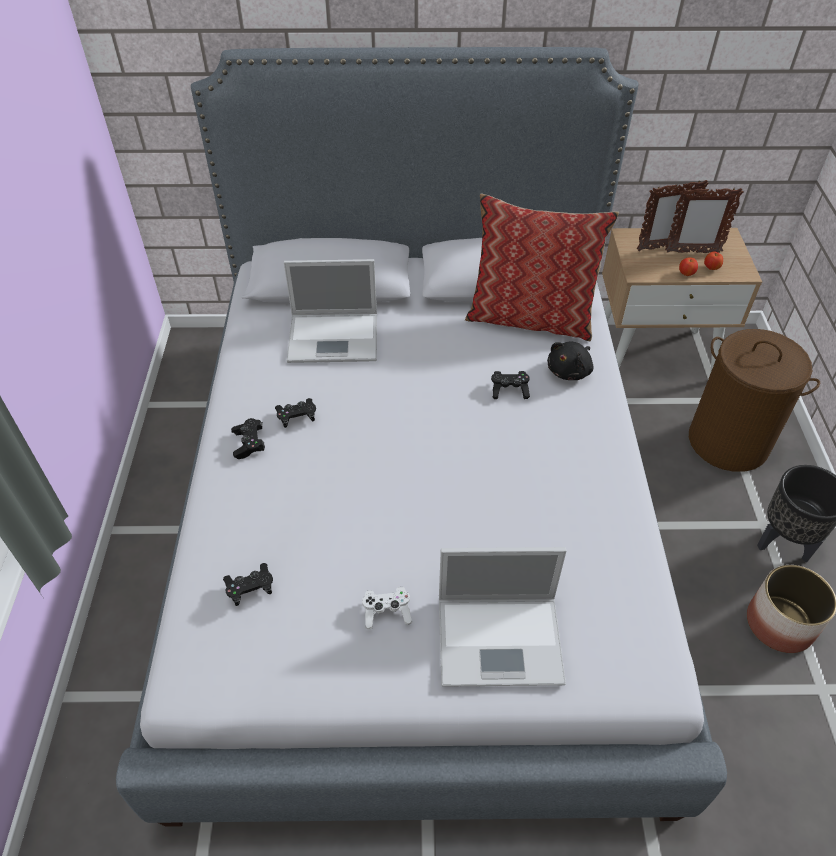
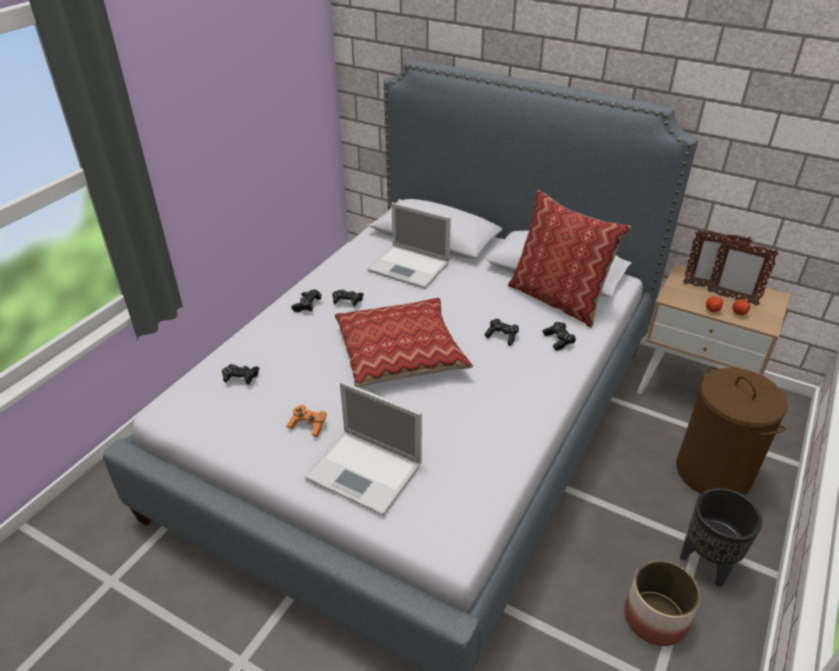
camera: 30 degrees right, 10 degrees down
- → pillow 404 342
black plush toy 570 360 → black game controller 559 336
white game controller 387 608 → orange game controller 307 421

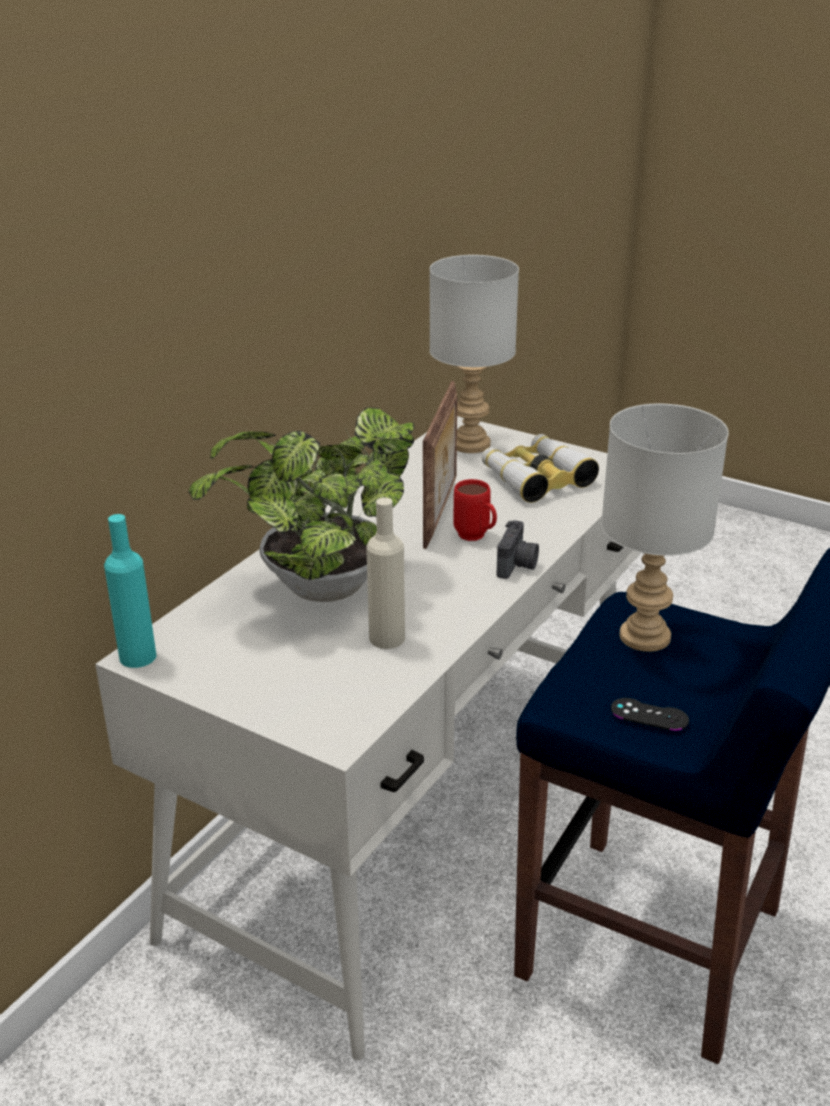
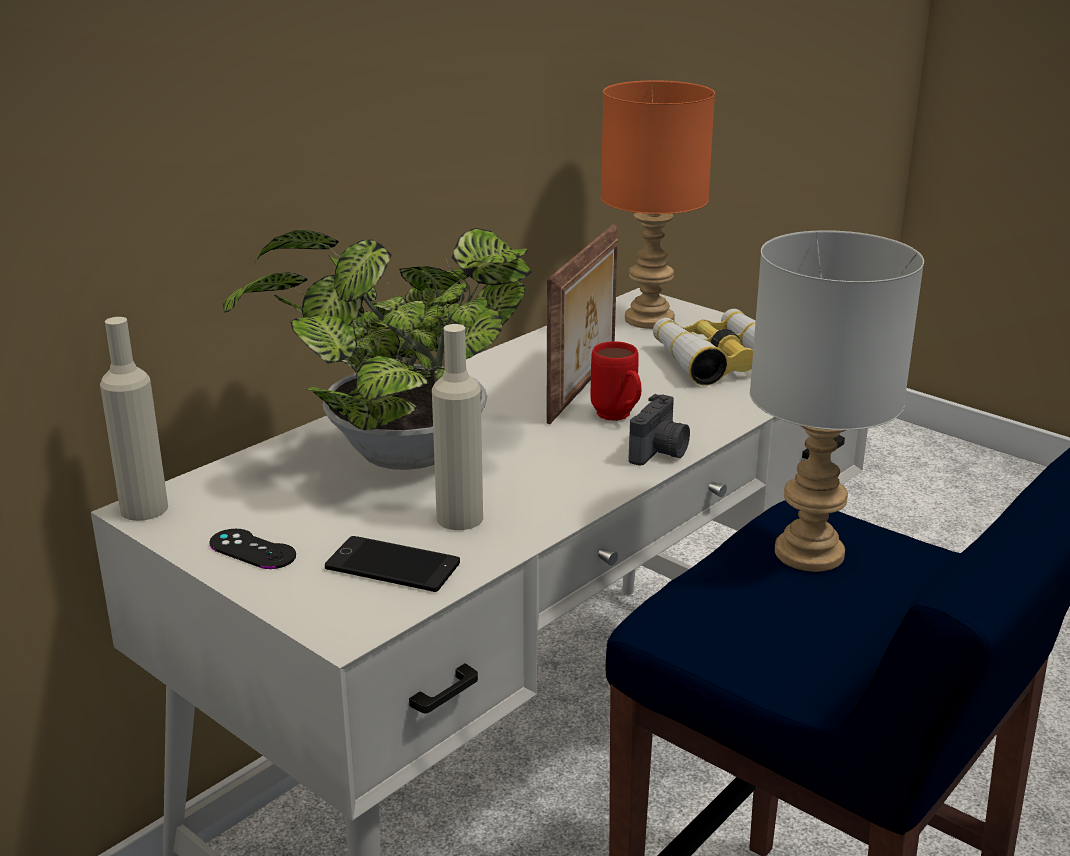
camera: 10 degrees right, 5 degrees down
- → phone 392 564
black game controller 650 714 → black game controller 252 549, shifted
turquoise bottle 130 591 → beige bottle 134 419
grey table lamp 474 354 → orange table lamp 658 204

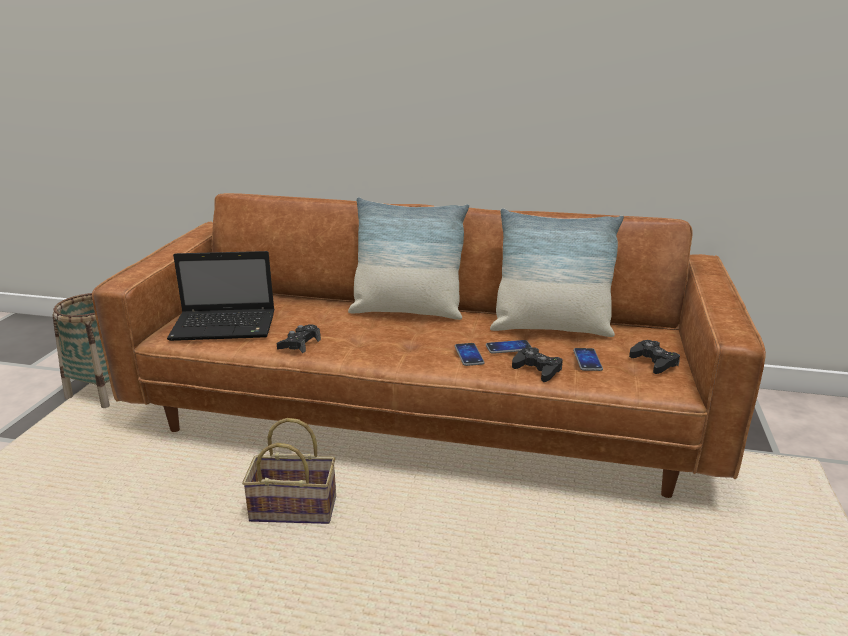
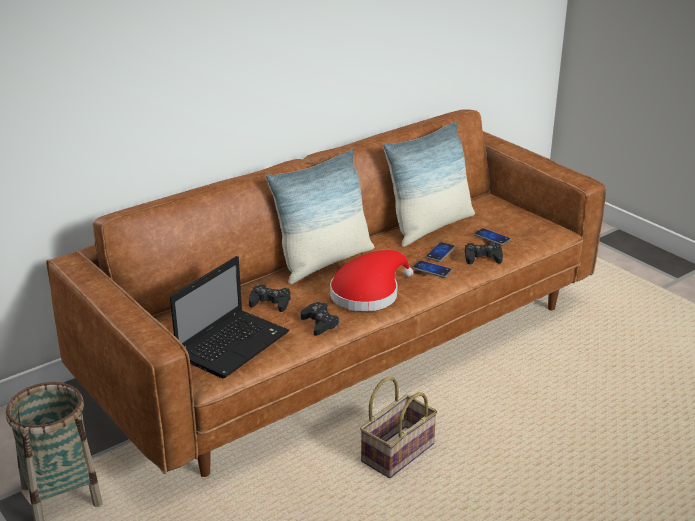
camera: 50 degrees left, 5 degrees up
- → red hat 371 281
black game controller 654 357 → black game controller 270 298, shifted

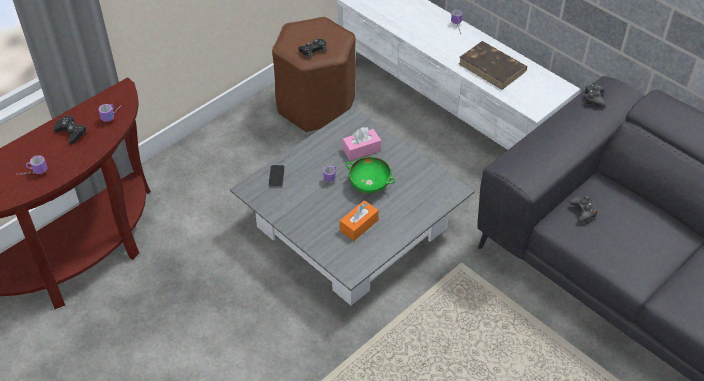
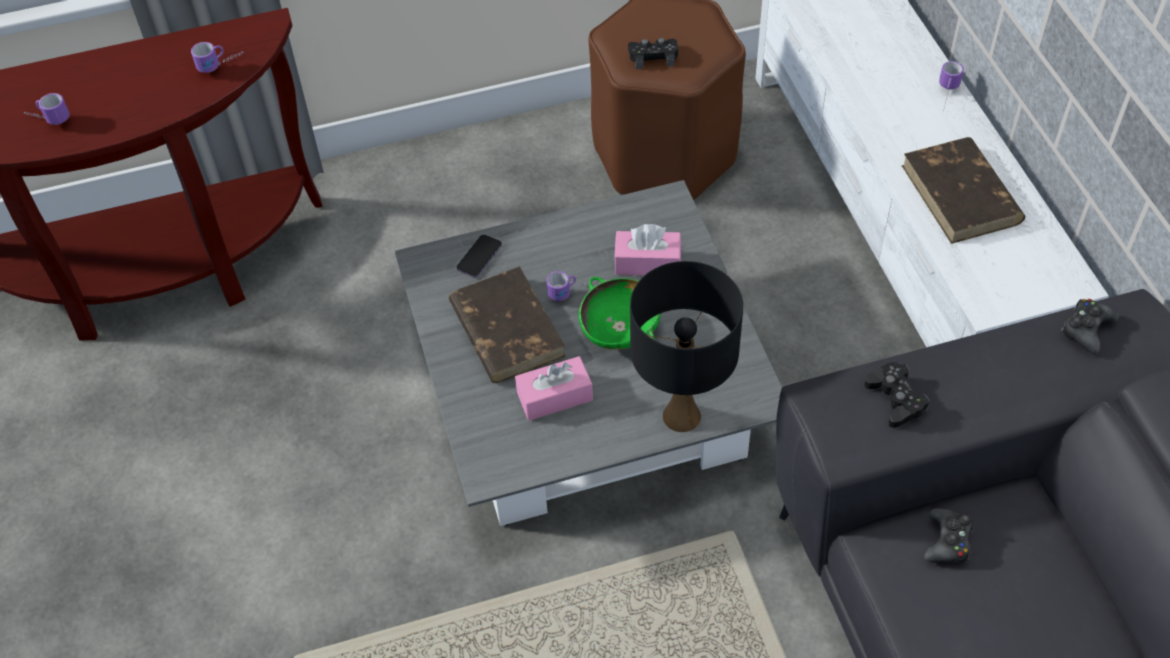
camera: 30 degrees right, 5 degrees up
- → brown book 507 324
- → black table lamp 686 346
black game controller 71 130 → black game controller 897 395, shifted
orange tissue box 359 220 → pink tissue box 554 388

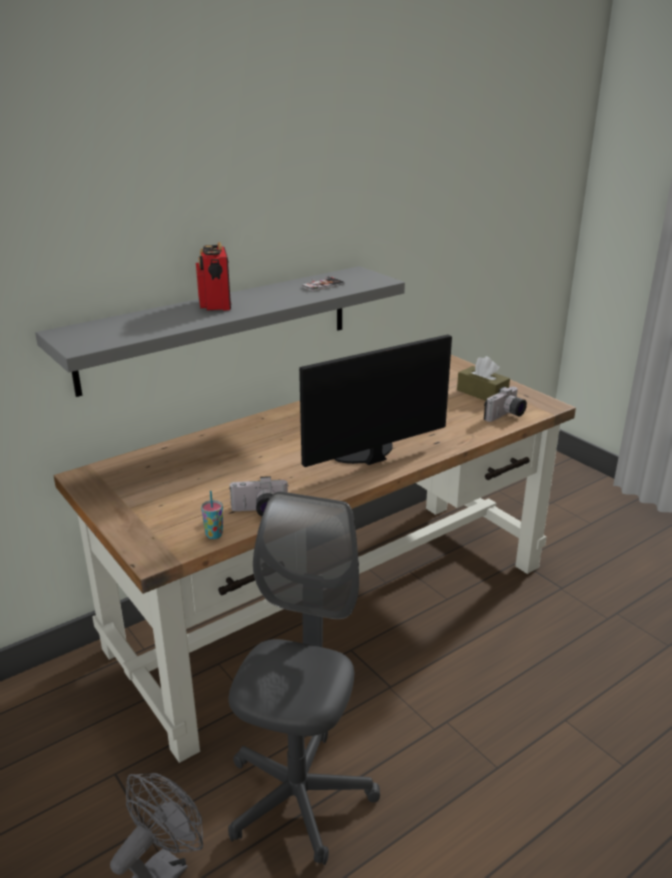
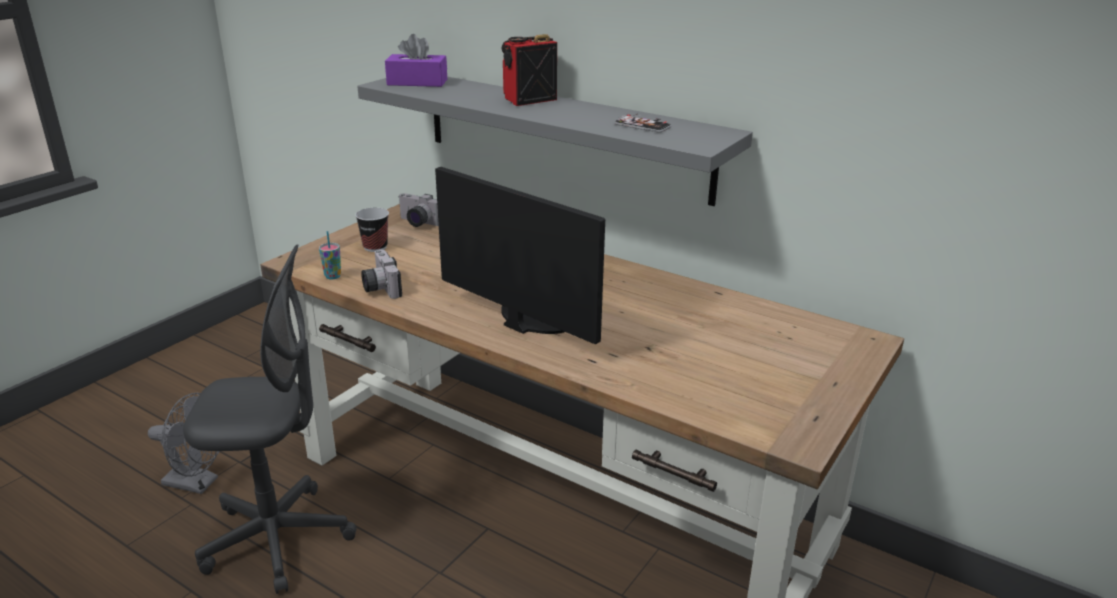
camera: 70 degrees right, 0 degrees up
brown tissue box 483 378 → -
- → cup 372 229
- → purple tissue box 416 60
photo camera 505 404 → photo camera 418 210, shifted

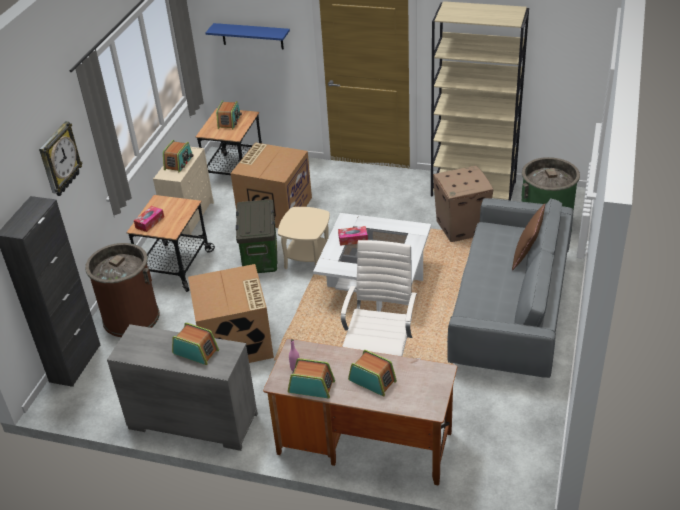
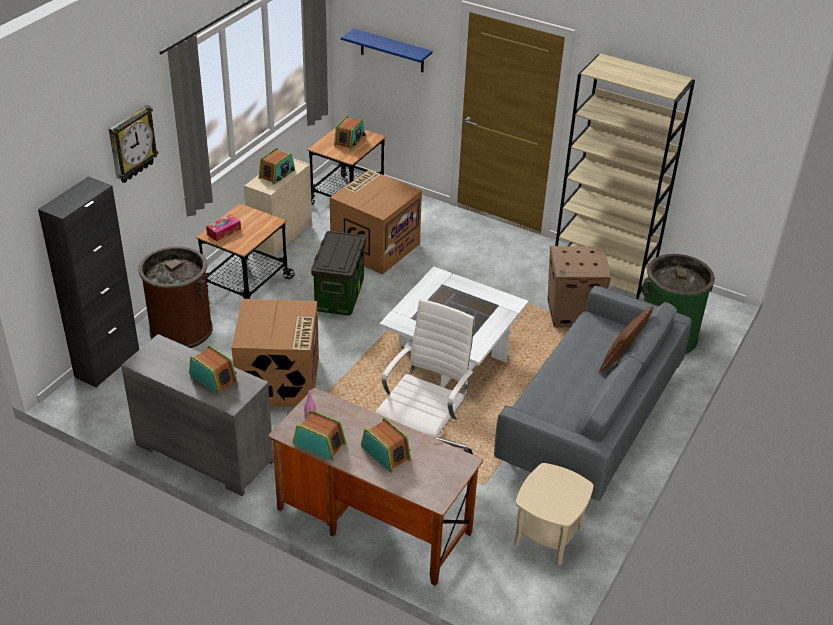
camera: 10 degrees right, 0 degrees up
tissue box 353 236 → -
beige side table 304 238 → beige side table 554 514, shifted

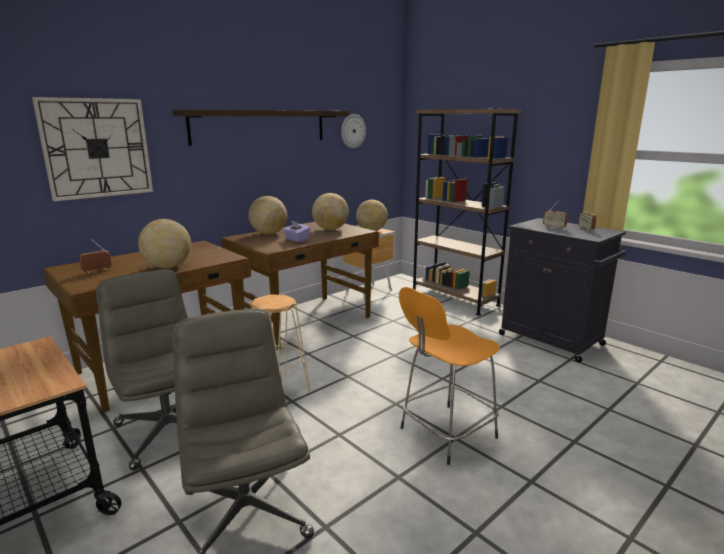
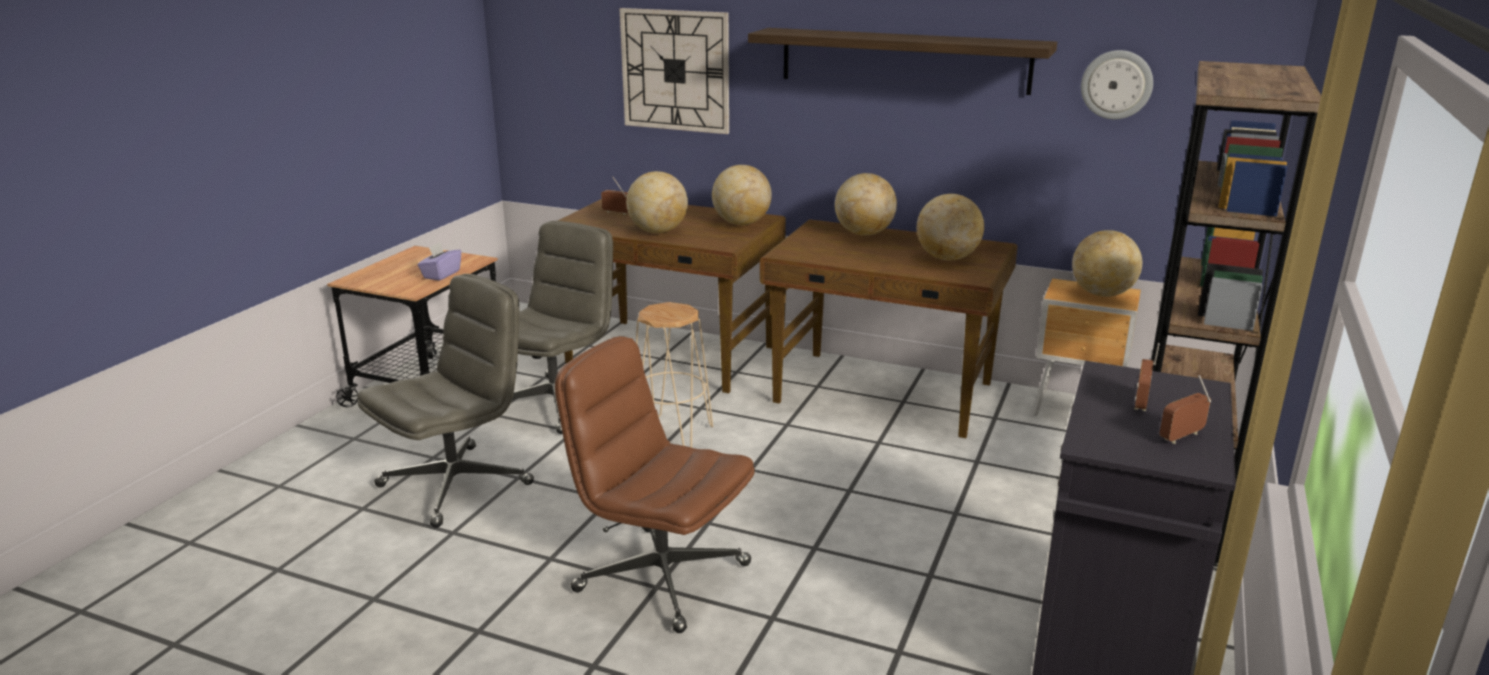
camera: 65 degrees right, 5 degrees up
- → globe 742 195
purple tissue box 296 231 → purple tissue box 439 261, shifted
orange stool 449 376 → brown office chair 655 484

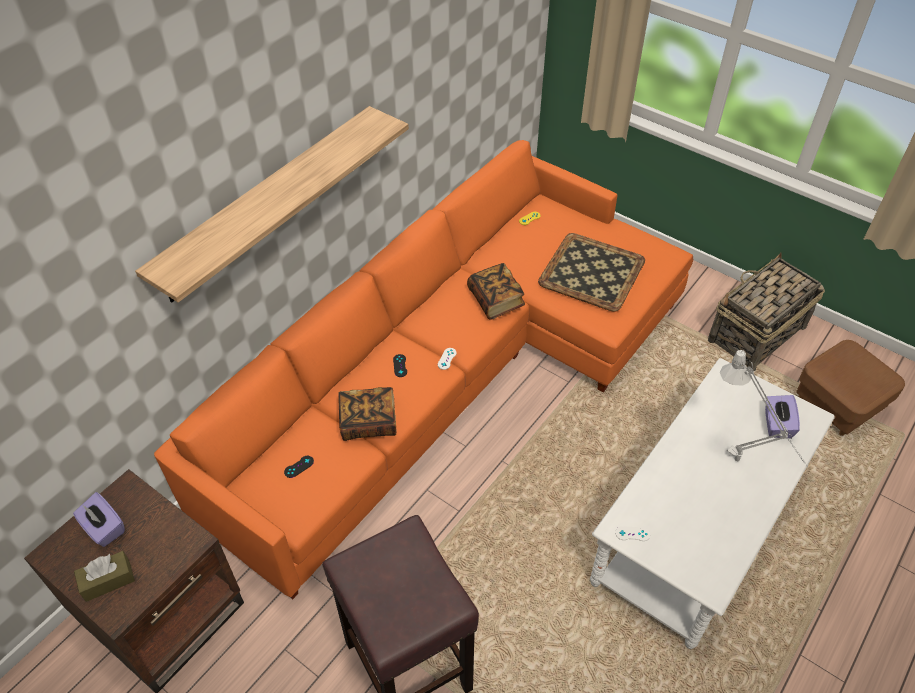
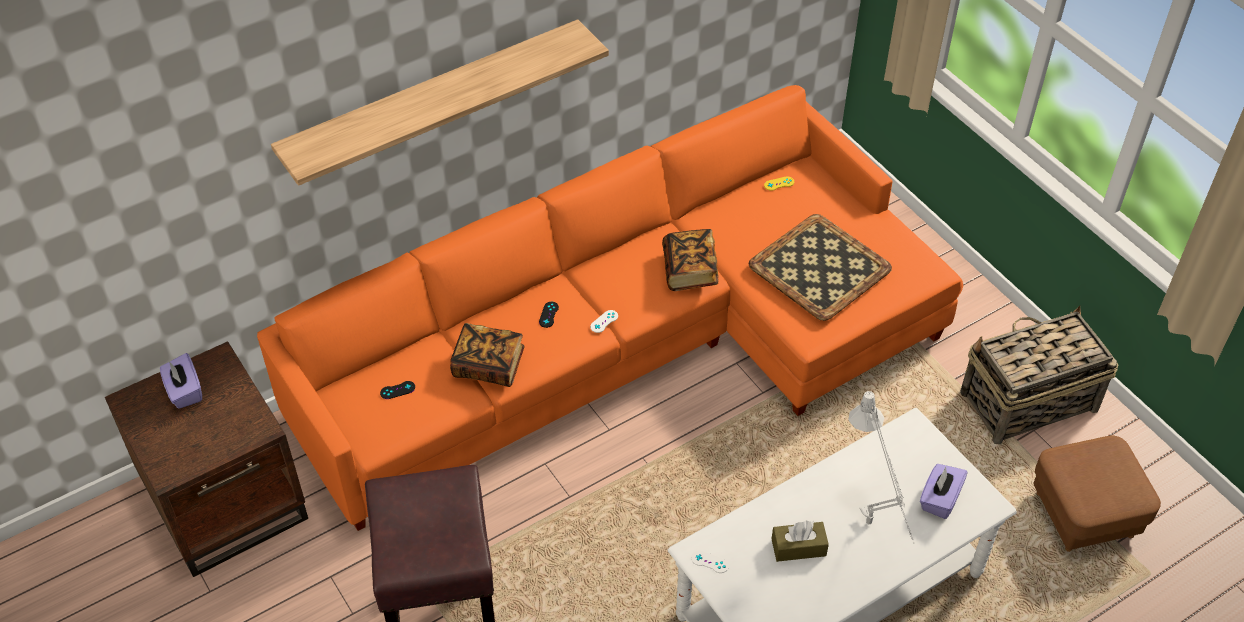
camera: 20 degrees right, 0 degrees up
brown tissue box 104 576 → brown tissue box 800 541, shifted

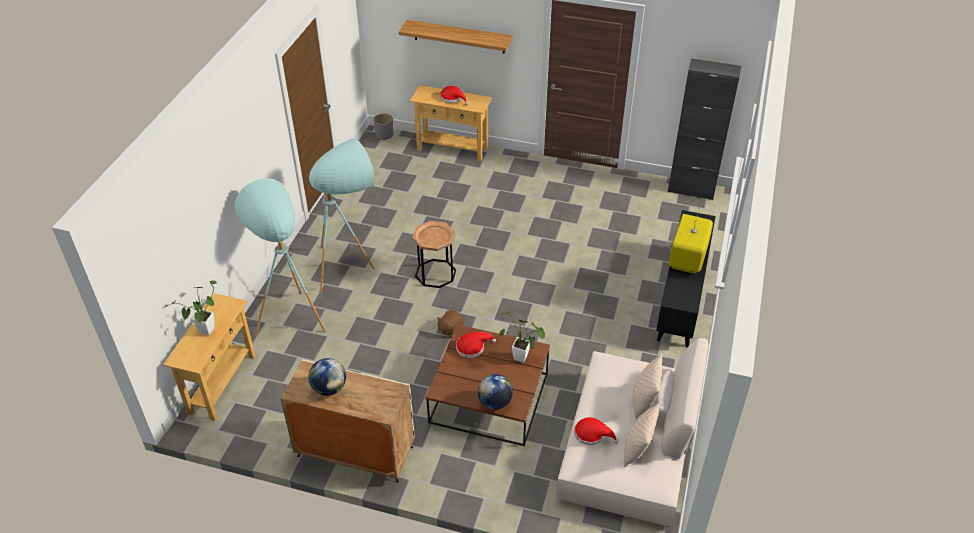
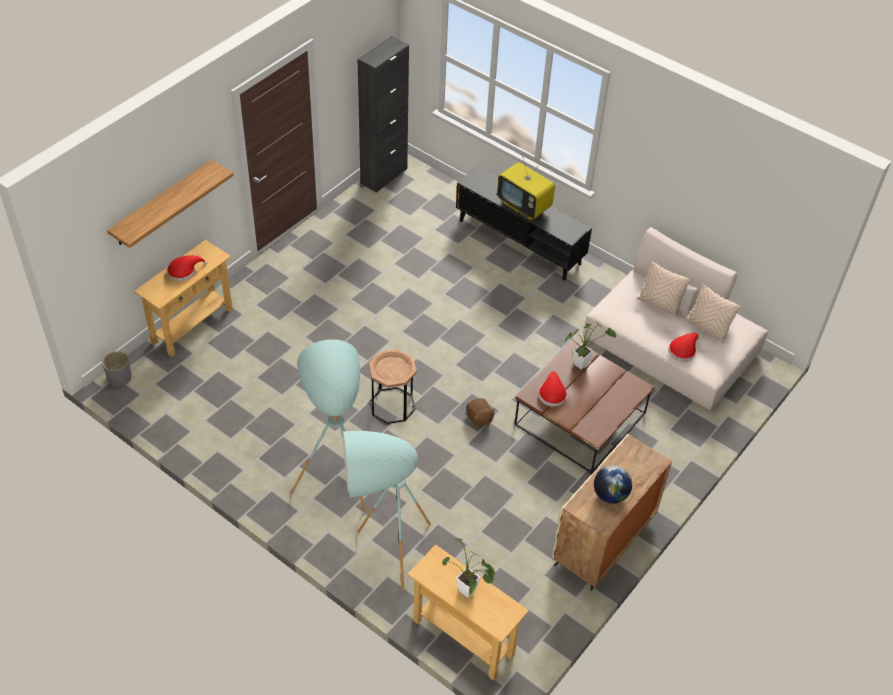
camera: 70 degrees left, 5 degrees up
globe 495 391 → -

